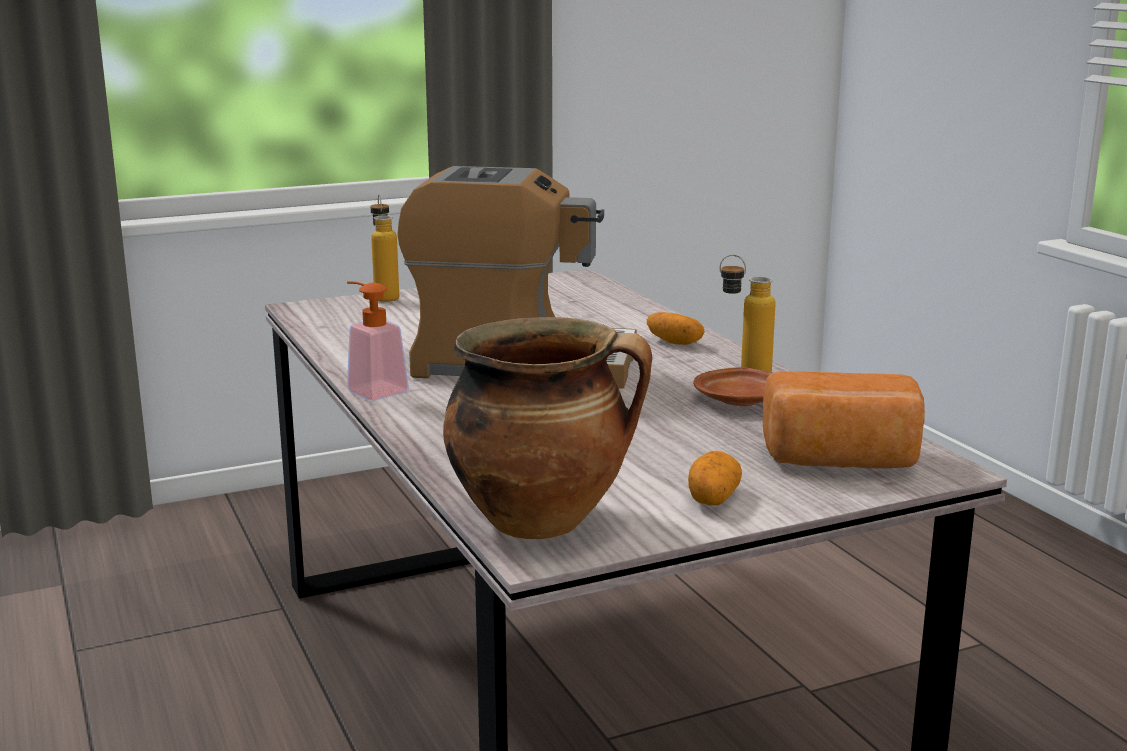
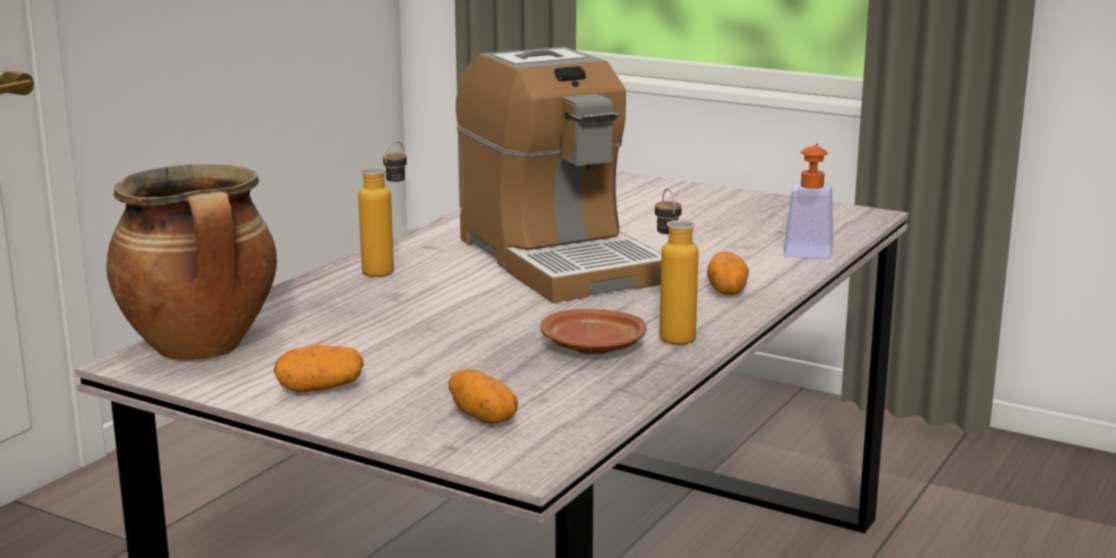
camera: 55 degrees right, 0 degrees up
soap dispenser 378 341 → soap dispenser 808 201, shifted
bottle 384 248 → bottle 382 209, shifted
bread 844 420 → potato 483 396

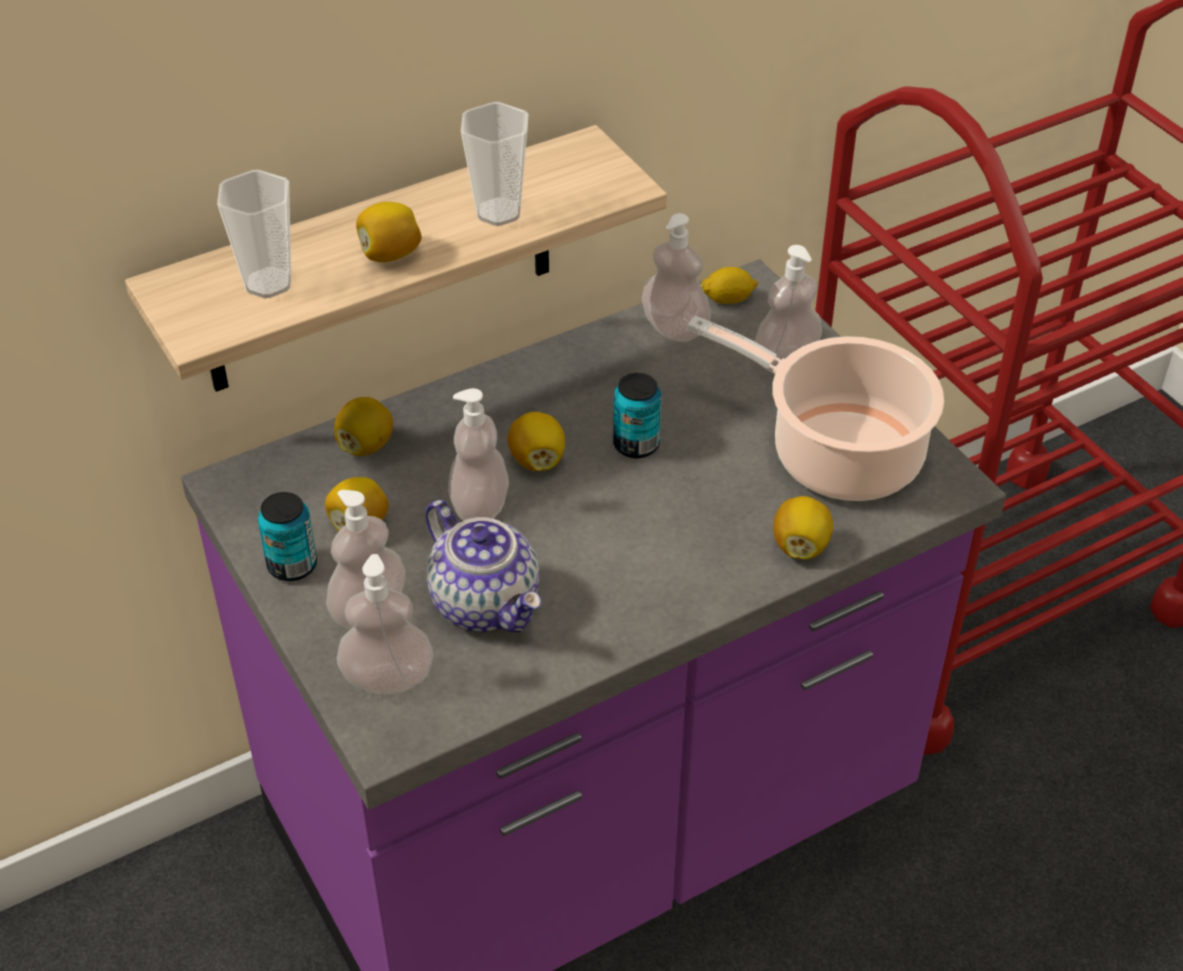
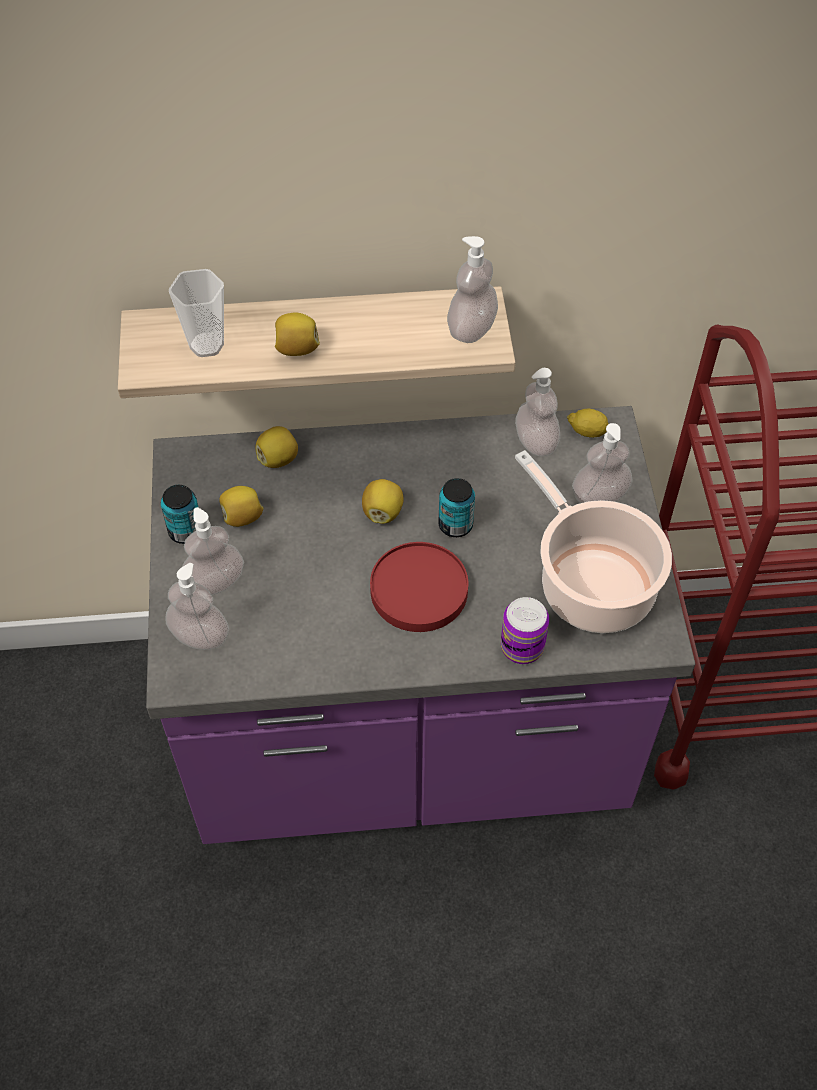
camera: 25 degrees right, 10 degrees up
teapot 483 566 → -
cup 495 164 → -
- → red plate 419 587
soap dispenser 478 454 → soap dispenser 472 289, shifted
lemon 803 528 → can 525 630

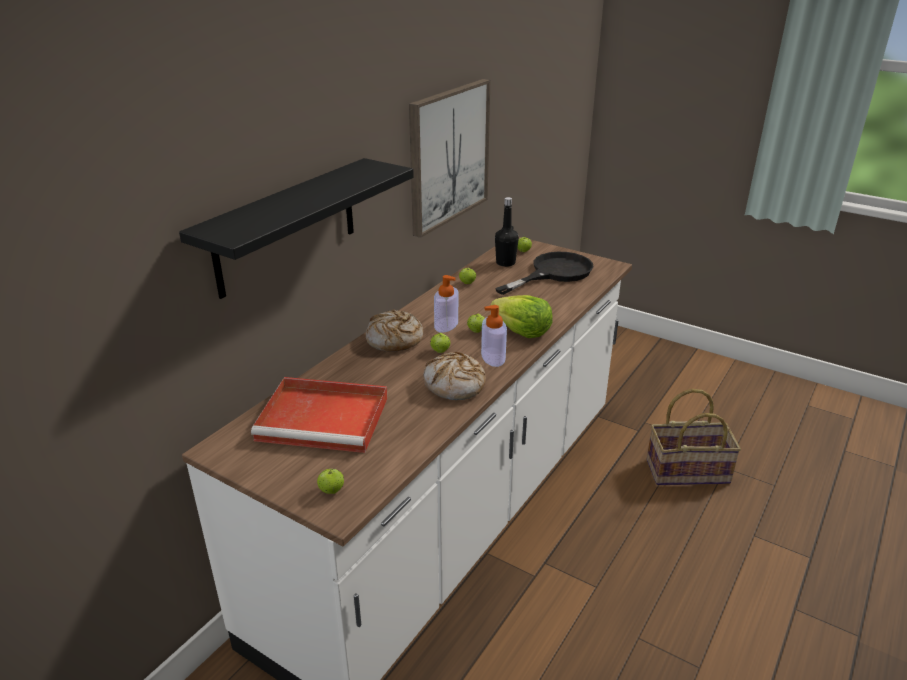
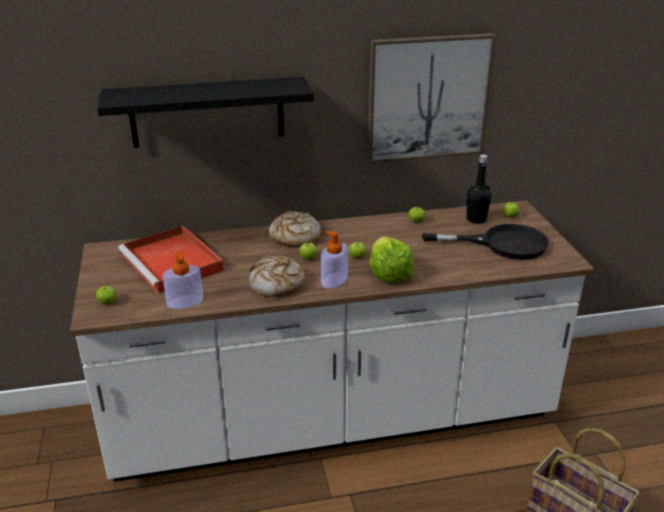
camera: 45 degrees right, 0 degrees up
soap dispenser 446 304 → soap dispenser 183 280, shifted

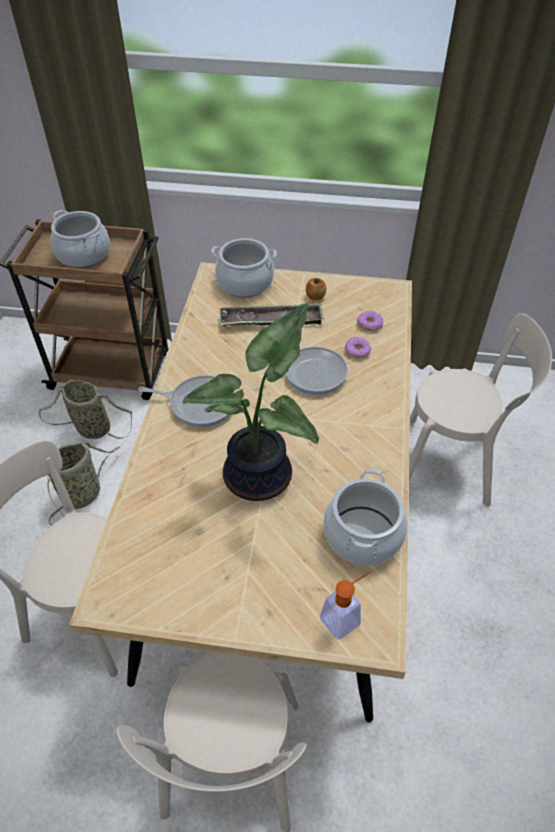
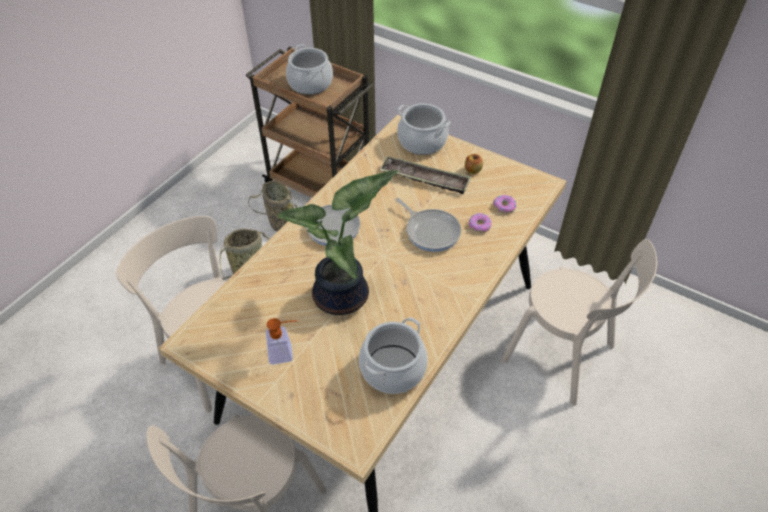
camera: 25 degrees right, 0 degrees up
soap dispenser 345 605 → soap dispenser 282 341, shifted

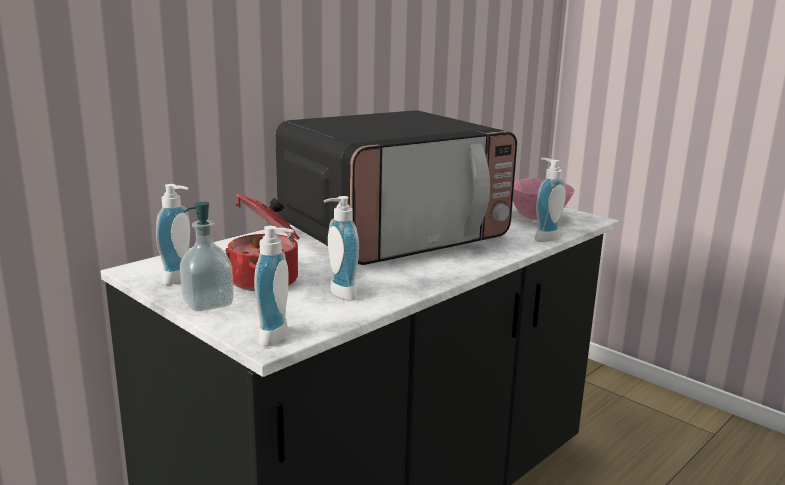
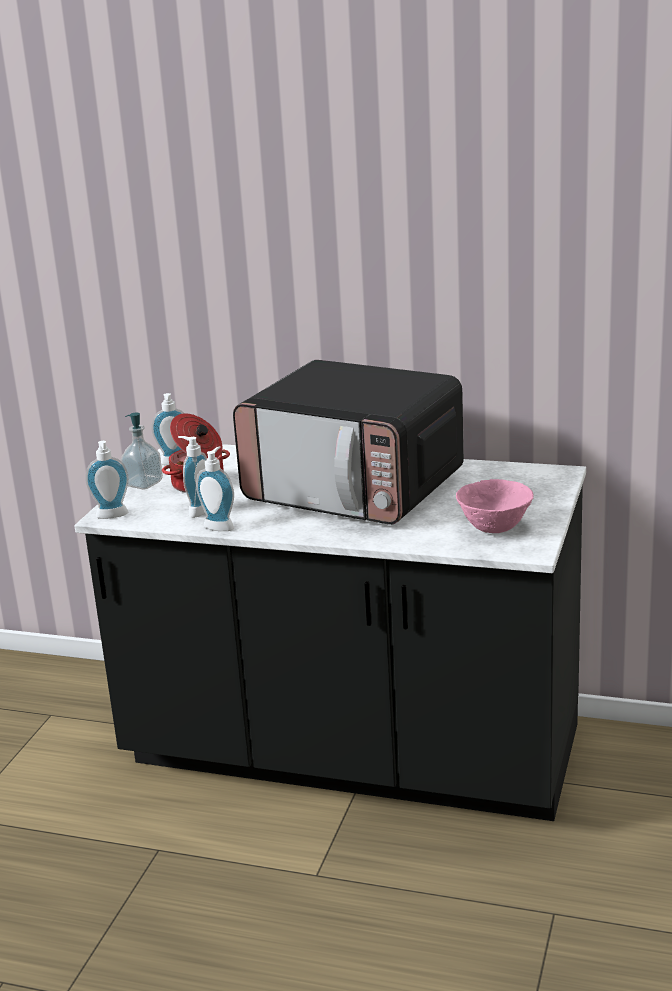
camera: 65 degrees right, 5 degrees up
soap dispenser 550 200 → soap dispenser 215 488, shifted

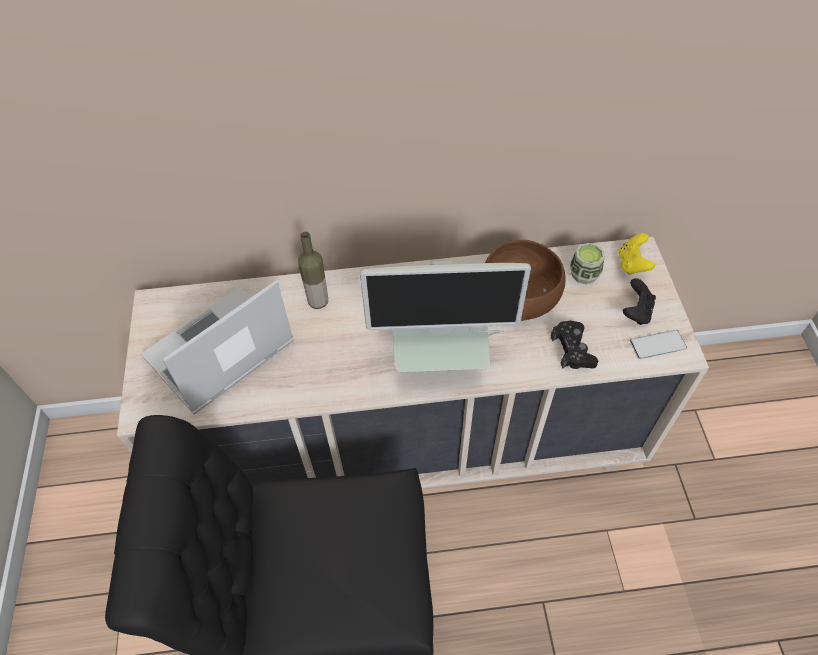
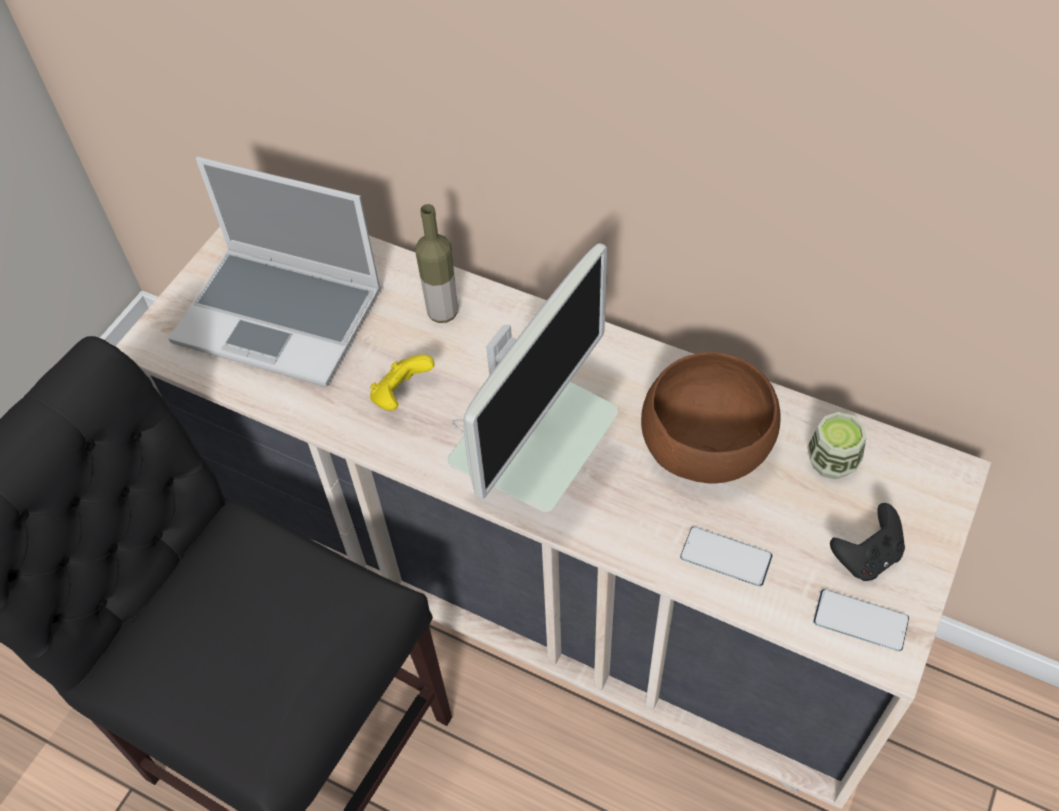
camera: 35 degrees right, 0 degrees up
yellow game controller 637 254 → yellow game controller 402 382, shifted
black game controller 574 345 → phone 726 557
laptop 217 347 → laptop 274 272, 150 degrees counterclockwise
monitor 445 316 → monitor 533 377, 90 degrees counterclockwise

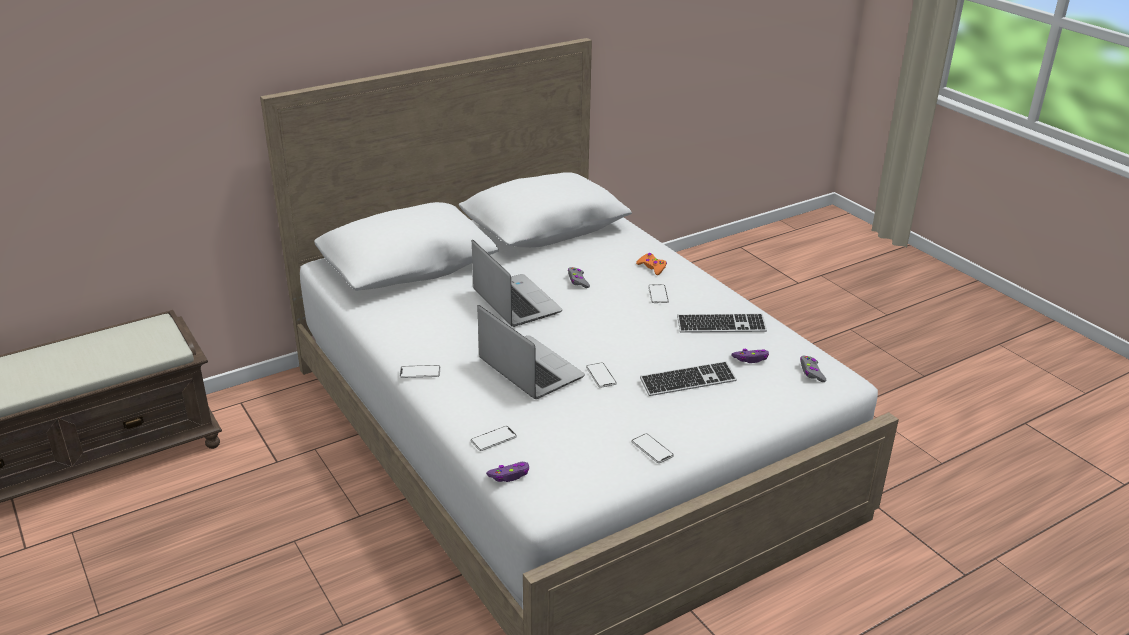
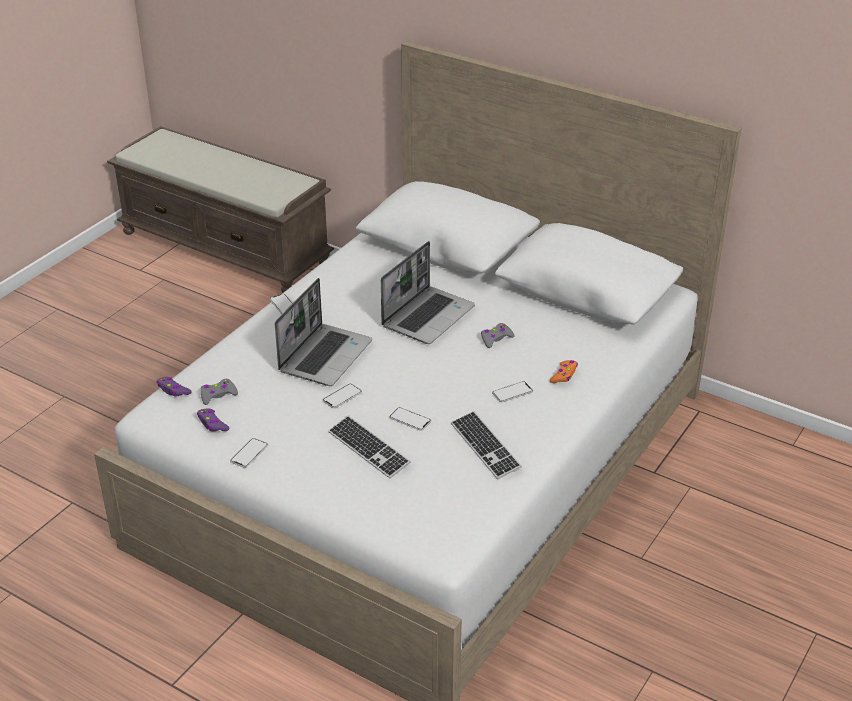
camera: 65 degrees right, 5 degrees up
phone 494 438 → phone 410 419, shifted
purple game controller 750 356 → purple game controller 213 420, shifted
grey game controller 813 368 → grey game controller 219 392, shifted

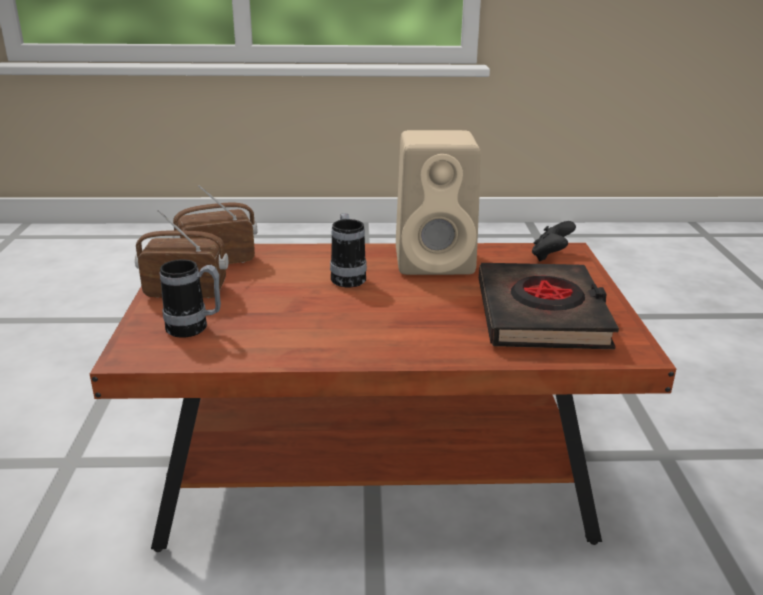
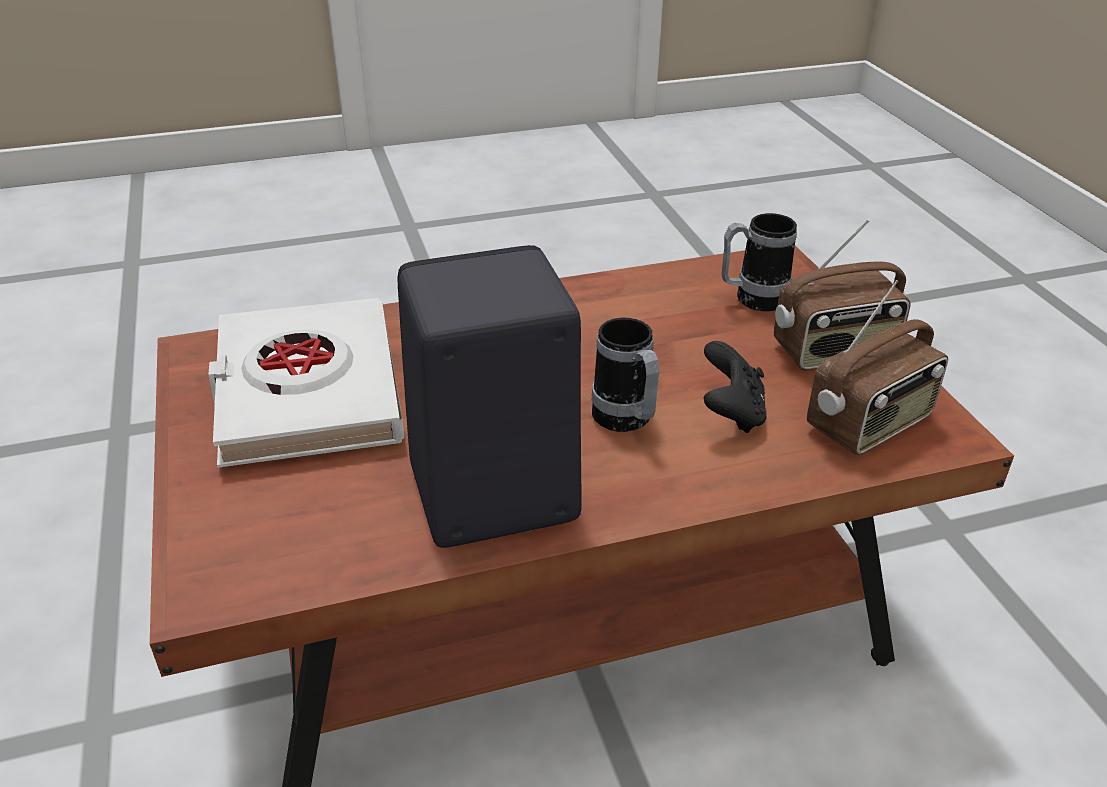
camera: 165 degrees right, 10 degrees up
black game controller 554 241 → black game controller 735 387, shifted
beige speaker 438 202 → black speaker 490 396
black book 549 306 → white book 306 383

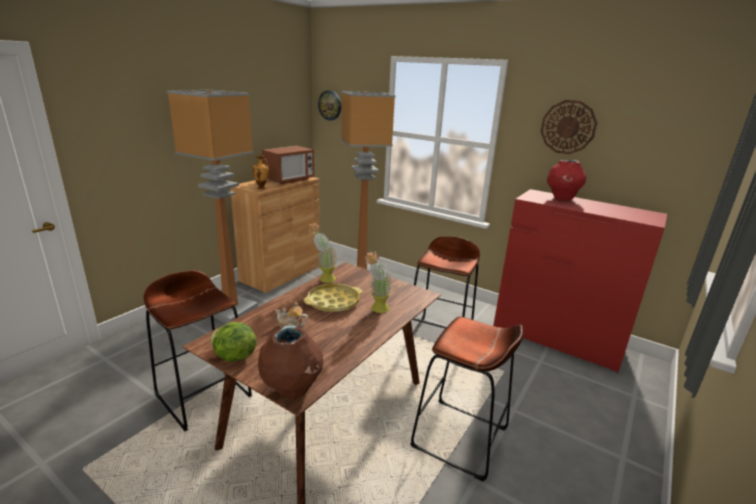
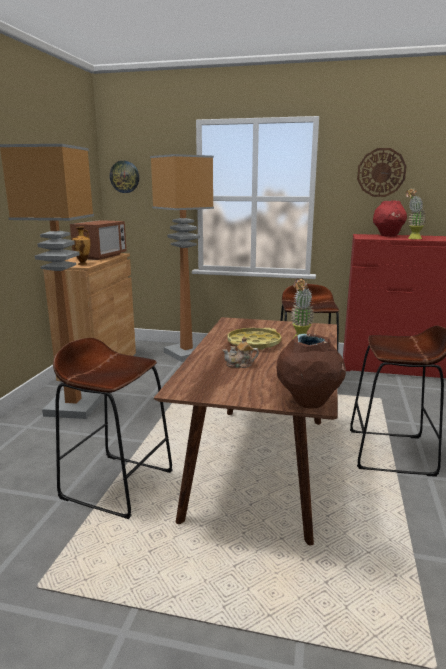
camera: 20 degrees left, 5 degrees down
lettuce 233 342 → -
potted plant 322 253 → potted plant 416 213, shifted

